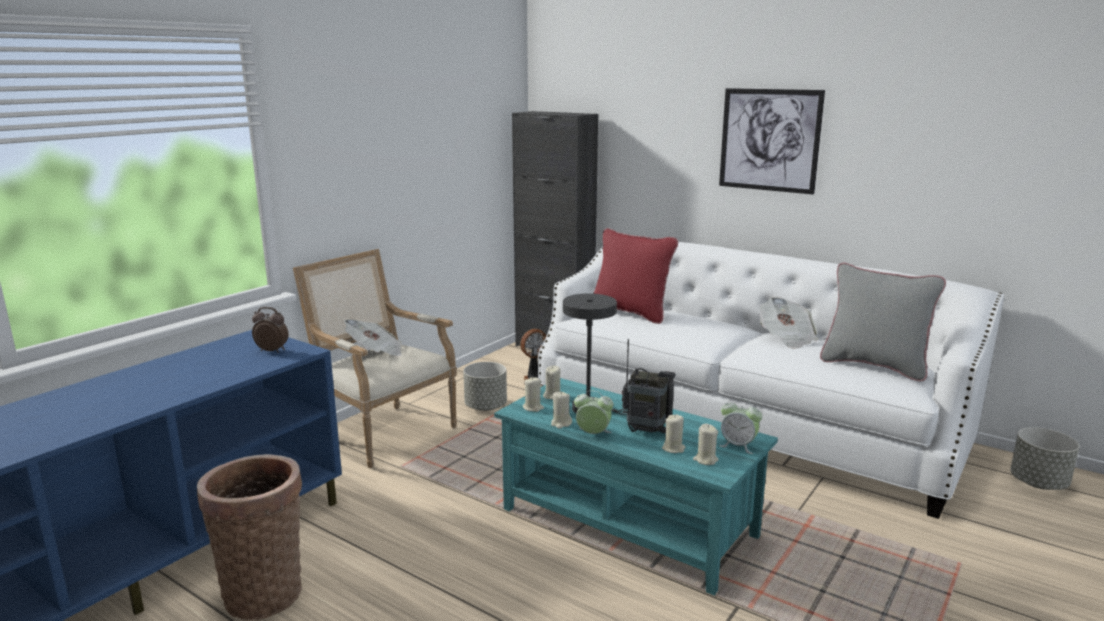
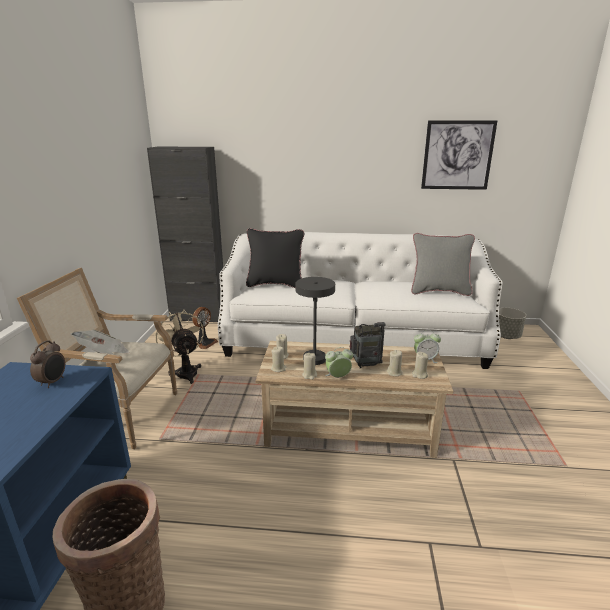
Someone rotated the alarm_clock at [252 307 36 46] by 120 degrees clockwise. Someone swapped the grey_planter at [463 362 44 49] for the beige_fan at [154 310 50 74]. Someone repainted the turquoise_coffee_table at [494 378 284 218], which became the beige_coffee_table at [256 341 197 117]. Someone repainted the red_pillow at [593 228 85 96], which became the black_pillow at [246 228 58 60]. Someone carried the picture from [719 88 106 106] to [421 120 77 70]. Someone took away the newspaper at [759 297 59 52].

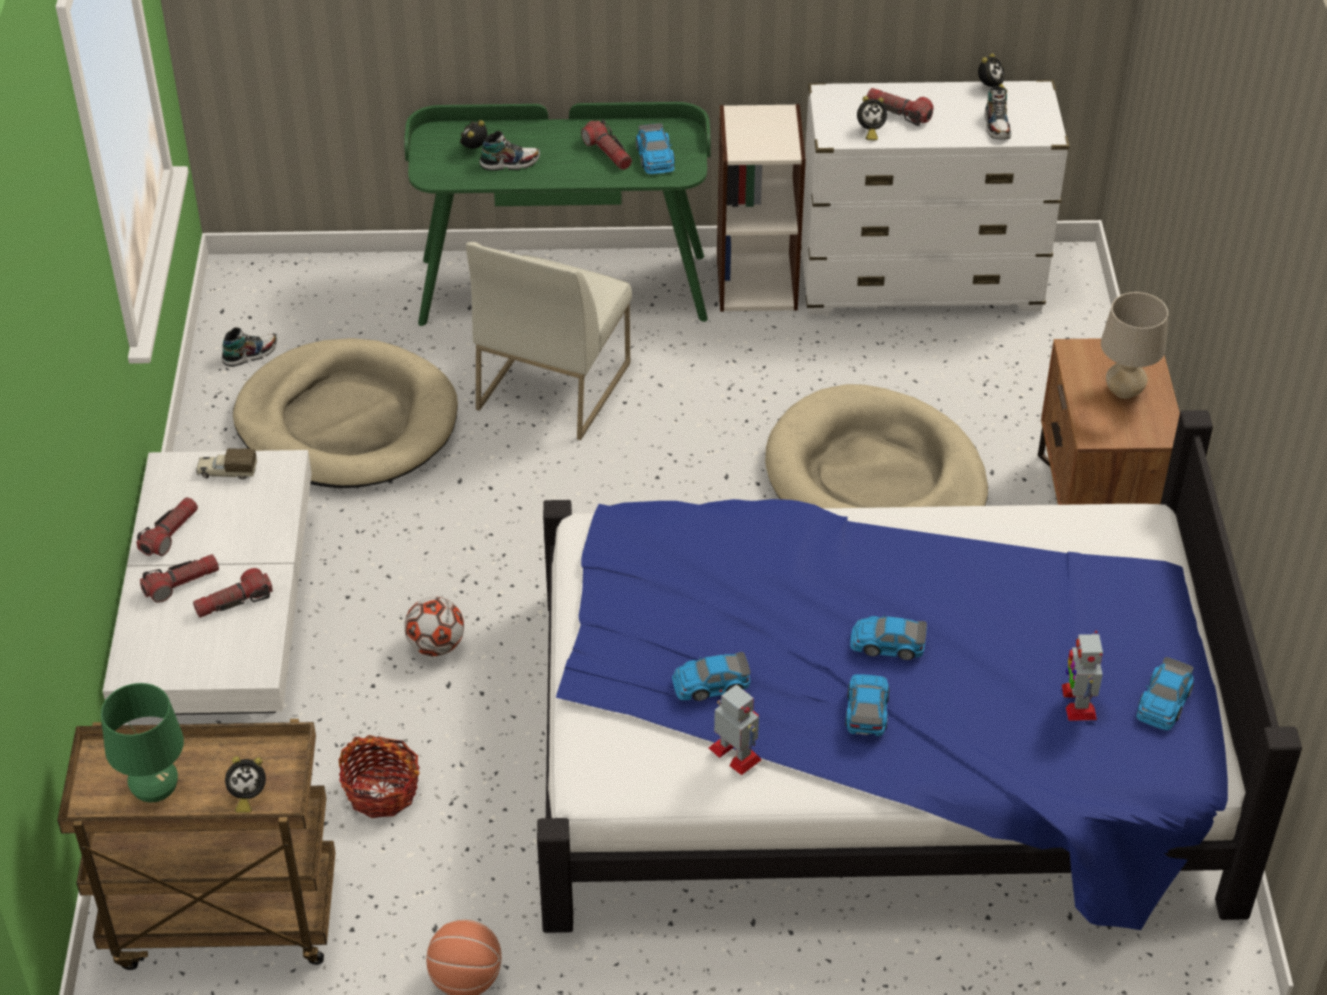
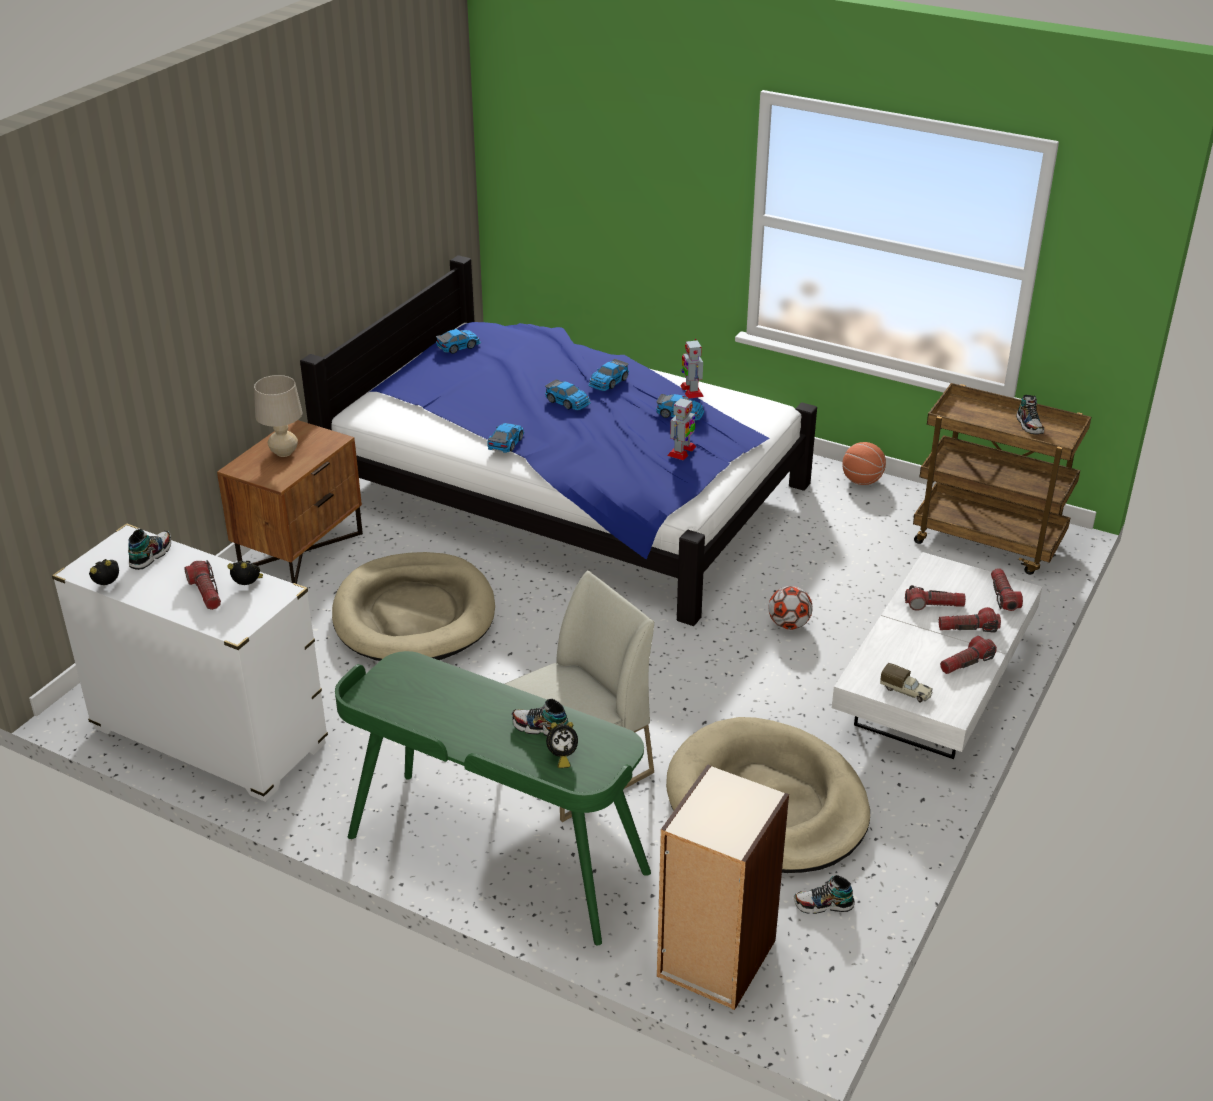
Someone swapped the green_table_lamp at [101 683 83 119] for the shoe at [1016 395 28 39]. Someone took away the alarm_clock at [225 756 41 57]. Someone took away the basket at [339 735 81 83]. Someone carried the flashlight from [581 119 51 51] to [991 568 32 43]. Someone carried the toy_car from [636 123 39 51] to [487 423 37 30]. Someone carried the bookcase from [717 104 89 208] to [657 764 132 246]. Someone carried the toy_robot from [1062 631 41 90] to [667 396 29 64].

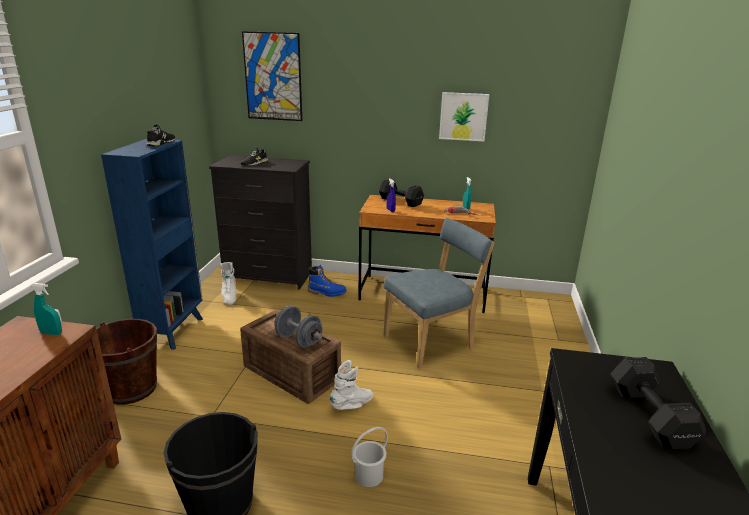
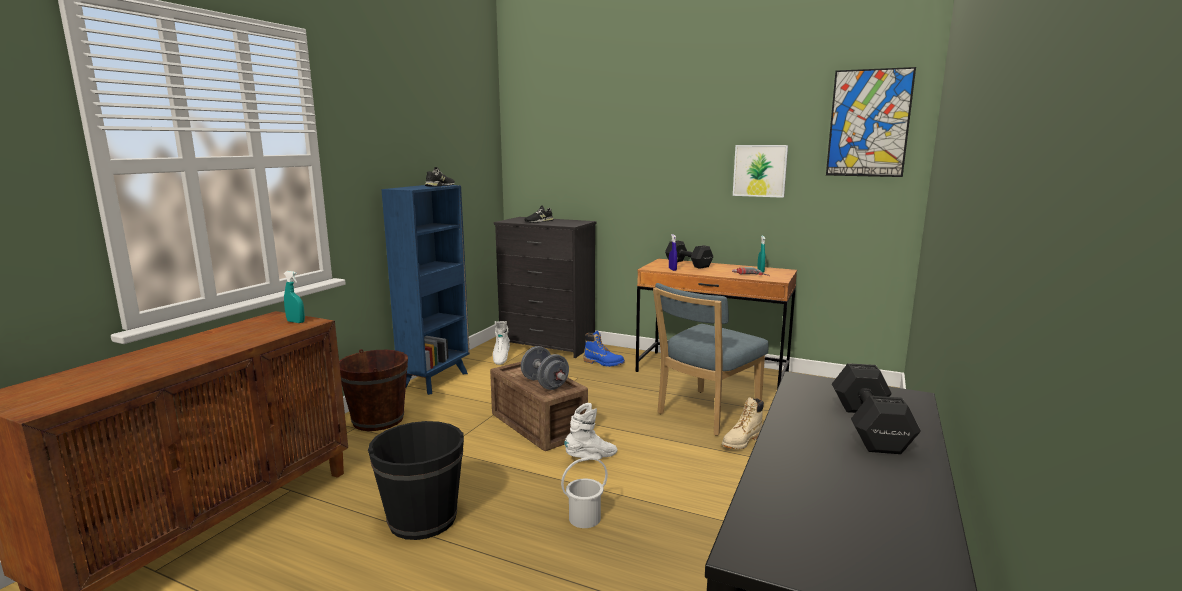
Someone carried the picture from [242 31 60 90] to [826 67 90 110]. Someone rotated the blue_chair at [384 218 110 150] by 150 degrees clockwise. Someone put down the beige_boot at [722 398 42 51].

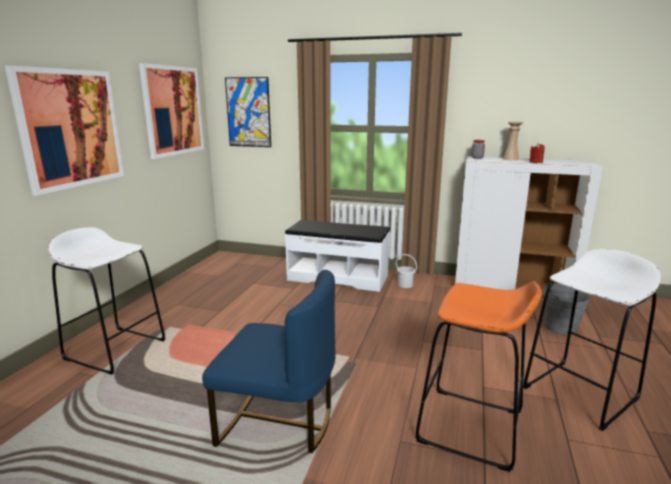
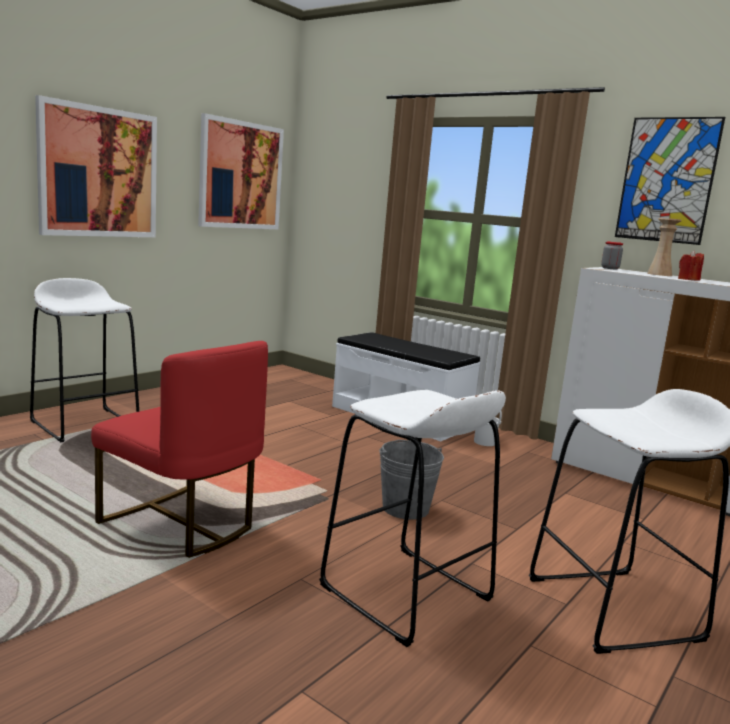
Someone repainted the blue_chair at [202 270 134 183], which became the red_chair at [91 341 177 217]. Someone carried the picture from [225 77 46 70] to [615 117 110 128]. Someone repainted the orange_stool at [415 281 127 191], which became the white_stool at [319 390 187 257]. Someone carried the grey_bucket from [544 284 46 51] to [379 440 65 80].

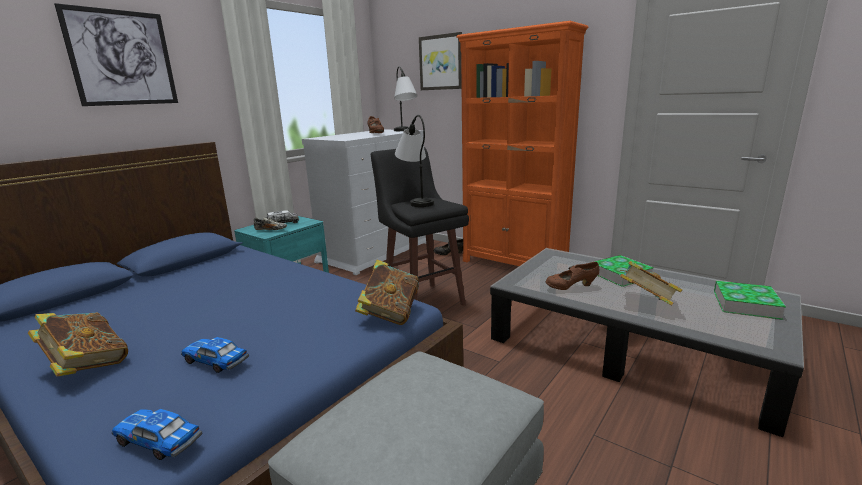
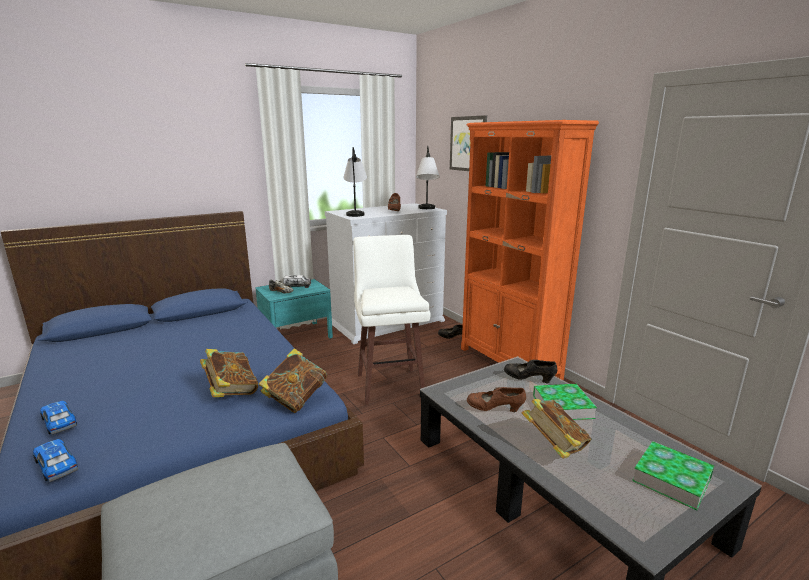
Someone carried the book from [28 313 100 64] to [200 349 58 48]. Someone took away the picture at [54 3 124 103]. Someone carried the toy_car from [181 337 68 36] to [40 400 37 35]. Someone repainted the black_stool at [371 147 98 159], which became the white_stool at [353 235 78 170]. Someone carried the table_lamp from [395 115 39 92] to [343 147 24 70]. Someone put down the black_shoe at [504 360 53 23].

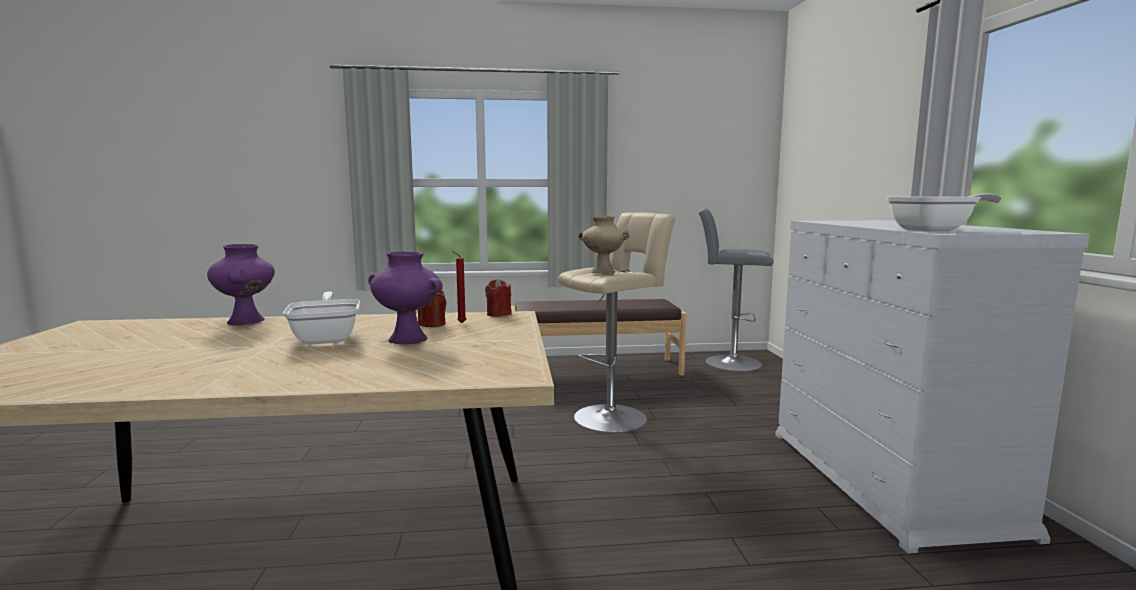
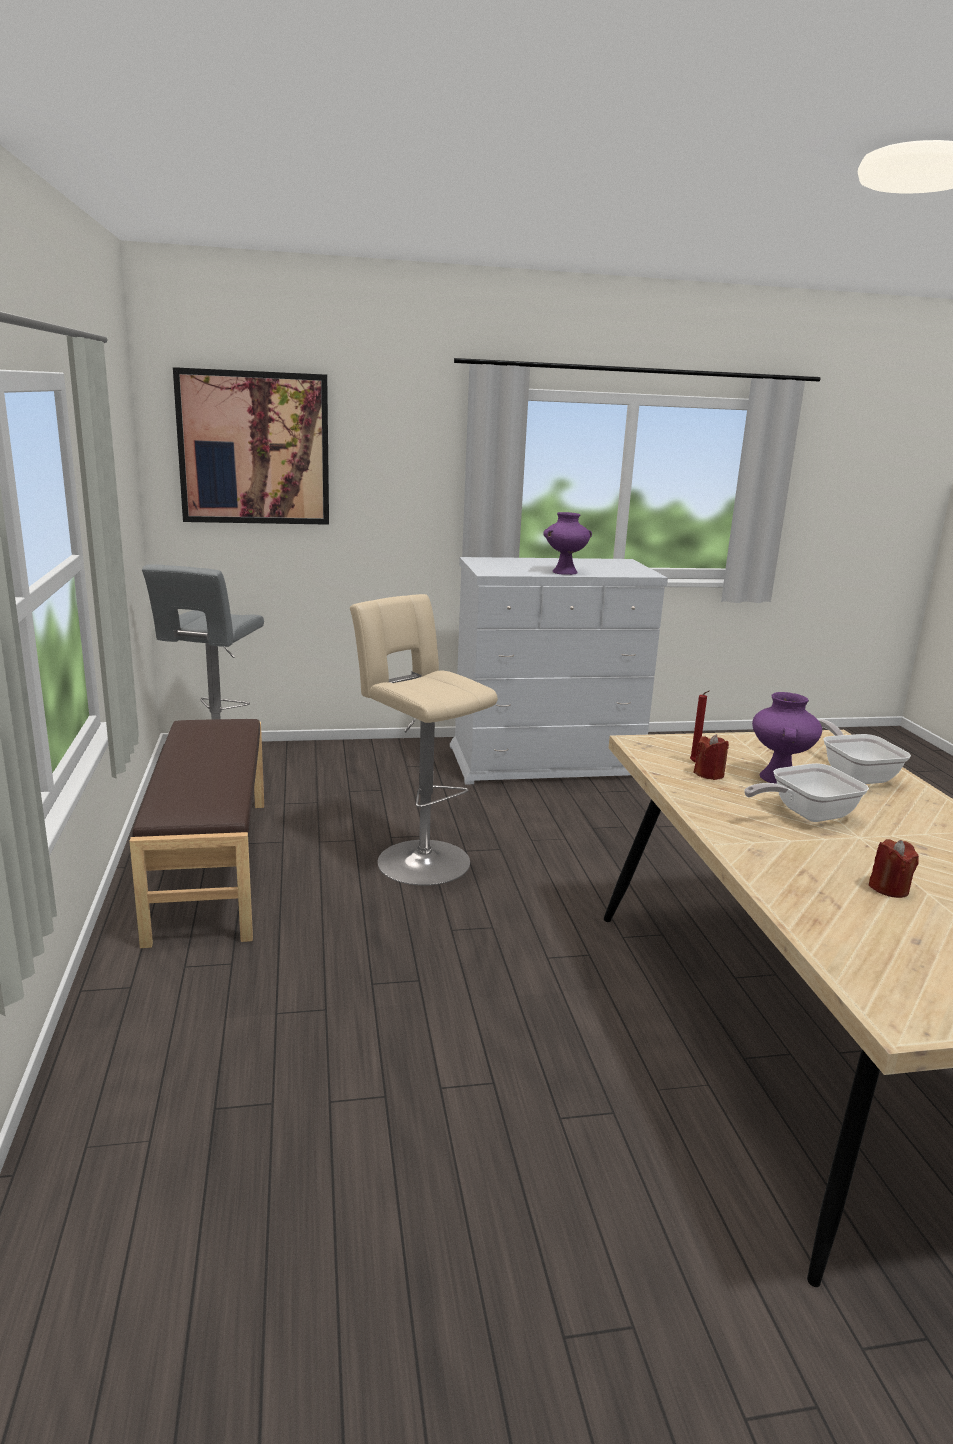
Someone carried the purple_vase from [207 244 68 81] to [543 512 49 63]. Someone carried the red_candle from [485 279 27 38] to [869 839 50 59]. Someone took away the beige_vase at [578 216 52 58]. Someone carried the frying_pan from [886 194 116 37] to [818 719 93 65]. Someone put up the picture at [173 367 156 158].

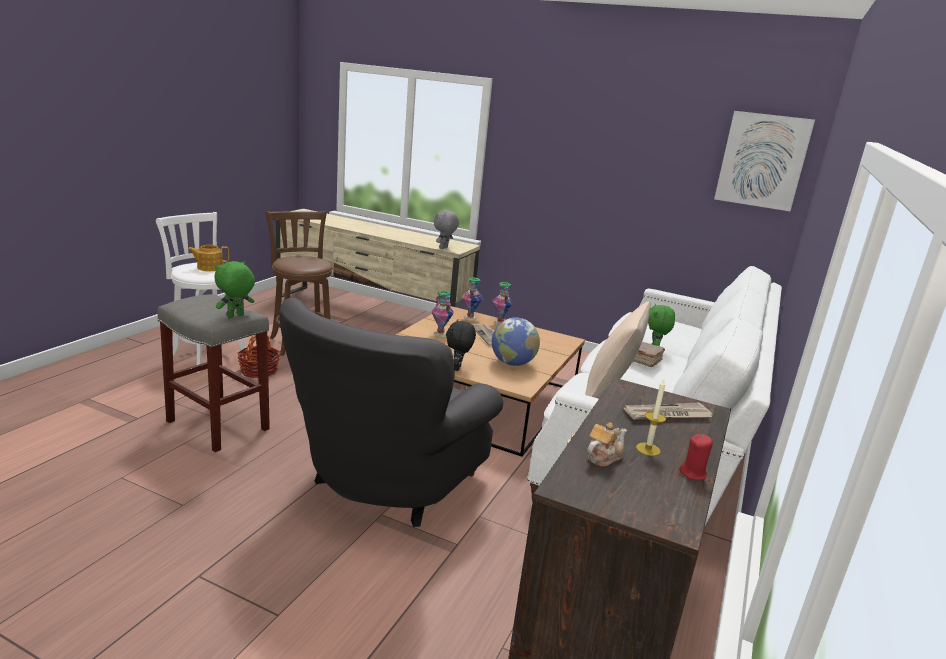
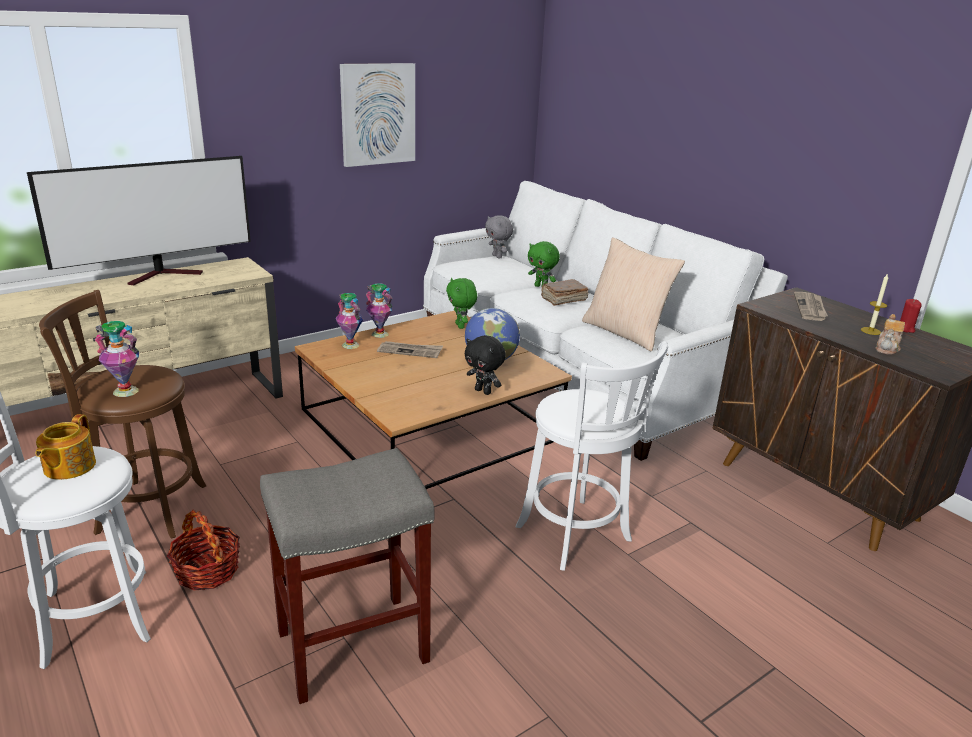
Someone carried the green_plush_toy from [214 261 41 57] to [446 278 31 51]. Someone swapped the grey_armchair at [279 297 224 230] for the white_stool at [516 341 152 230]. Someone carried the vase from [431 291 23 46] to [95 321 44 76]. Someone carried the grey_plush_toy from [434 210 25 39] to [485 215 28 44]. Someone rotated the teapot at [587 422 40 44] by 135 degrees counterclockwise. Someone carried the picture from [714 111 101 100] to [340 63 75 104]. Someone put down the television at [27 156 224 129].

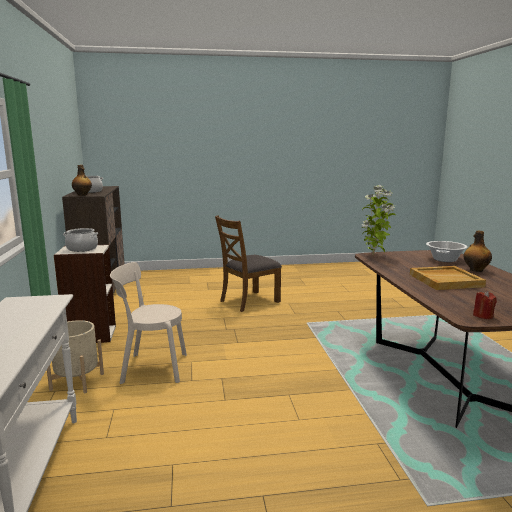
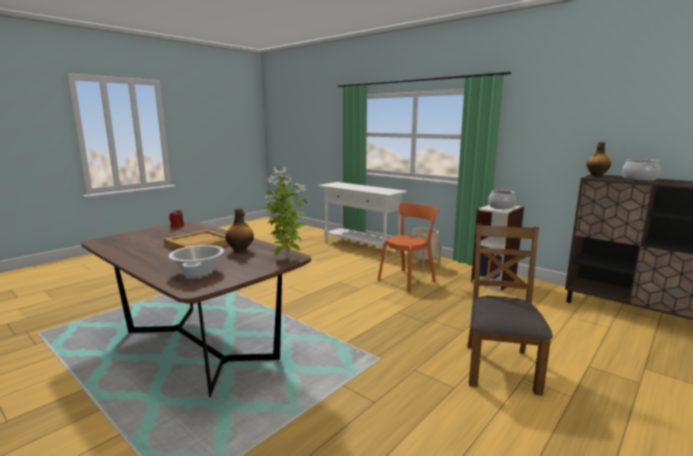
Someone repainted the beige_chair at [110 262 77 122], which became the orange_chair at [378 203 61 89]. Someone carried the bottle from [464 230 28 42] to [225 208 29 45].

